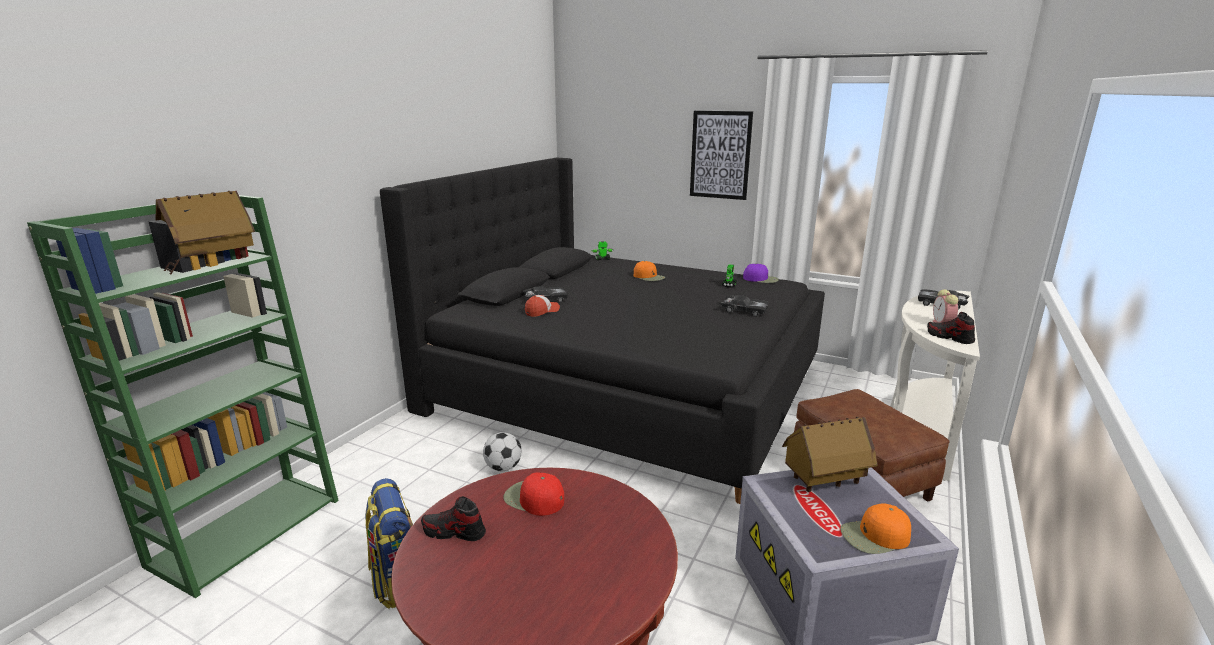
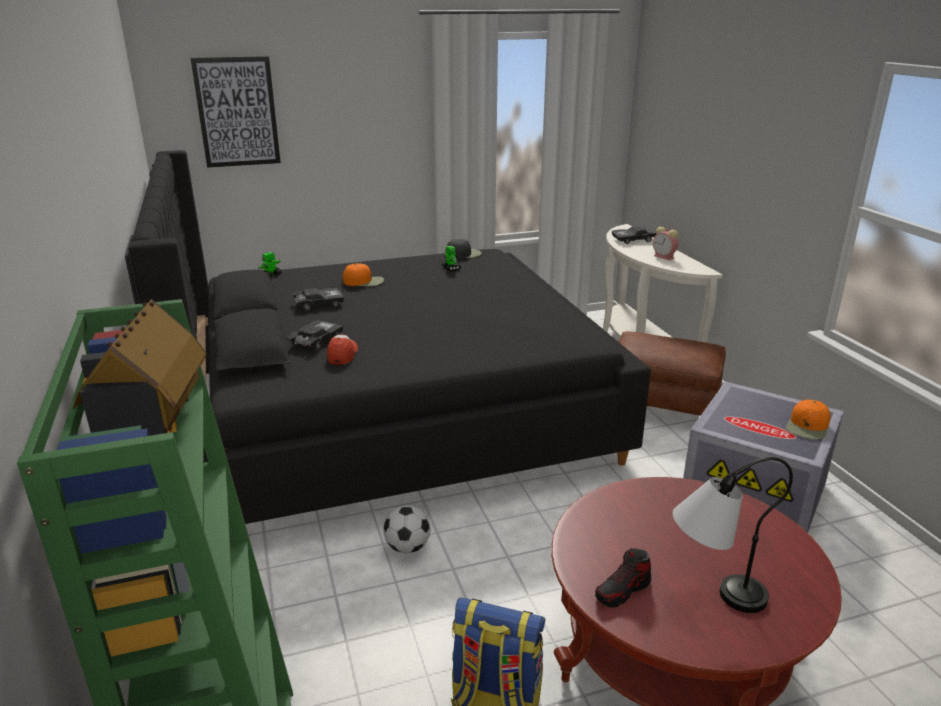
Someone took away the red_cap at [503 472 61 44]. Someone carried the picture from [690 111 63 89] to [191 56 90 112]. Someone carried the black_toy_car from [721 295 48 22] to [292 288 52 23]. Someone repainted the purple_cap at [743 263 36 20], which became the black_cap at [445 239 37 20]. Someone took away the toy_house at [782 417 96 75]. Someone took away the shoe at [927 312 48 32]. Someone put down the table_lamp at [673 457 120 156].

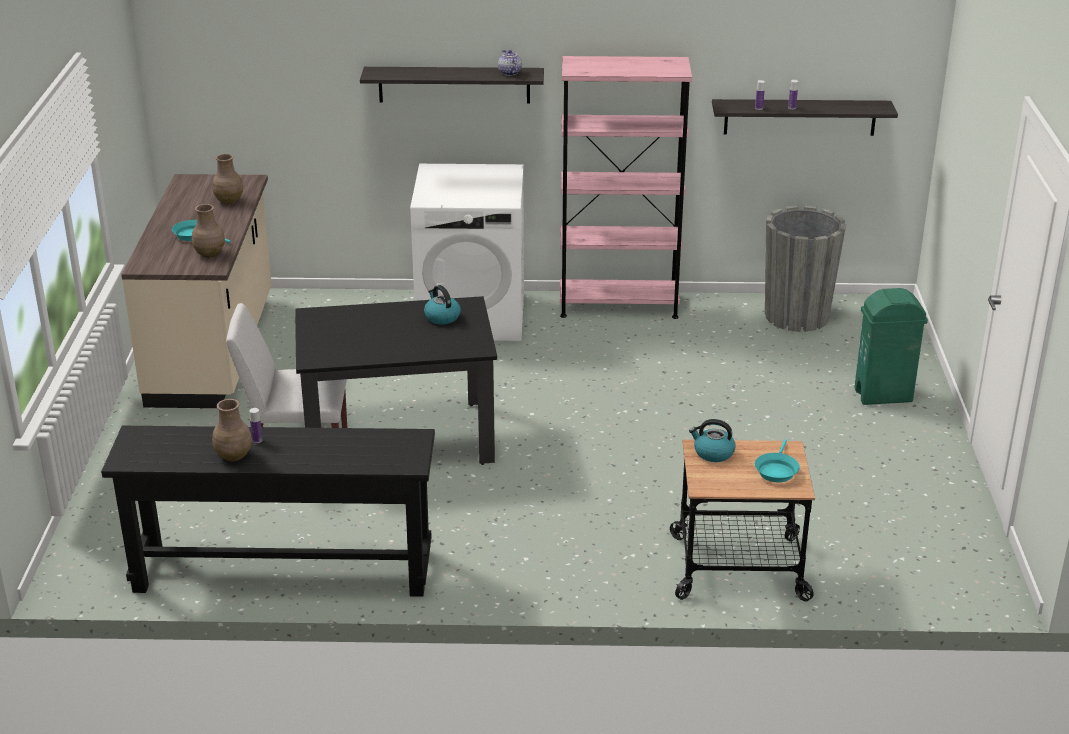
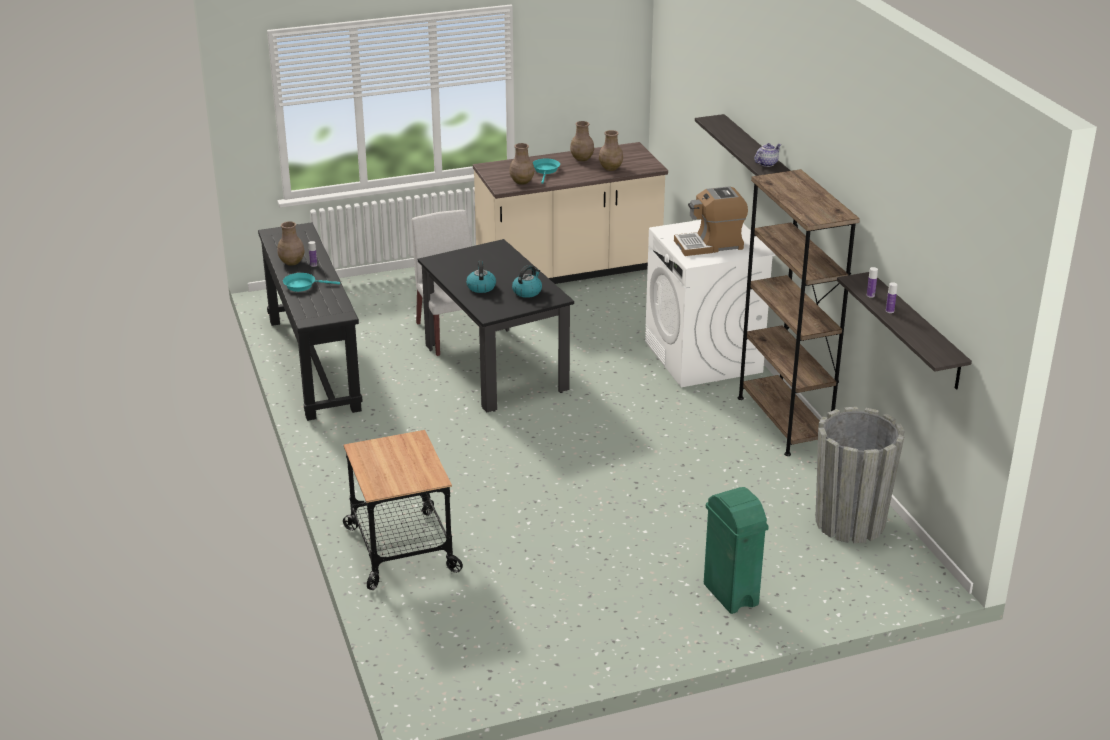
Someone repainted the pink_bookcase at [560 56 132 263], which became the brown_bookcase at [737 169 123 287]. Someone carried the kettle from [689 419 47 43] to [466 261 30 32]. Someone carried the turquoise_frying_pan from [755 439 45 43] to [283 273 57 19]. Someone put down the brown_vase at [570 121 24 40]. Someone put down the coffee_machine at [674 186 74 70].

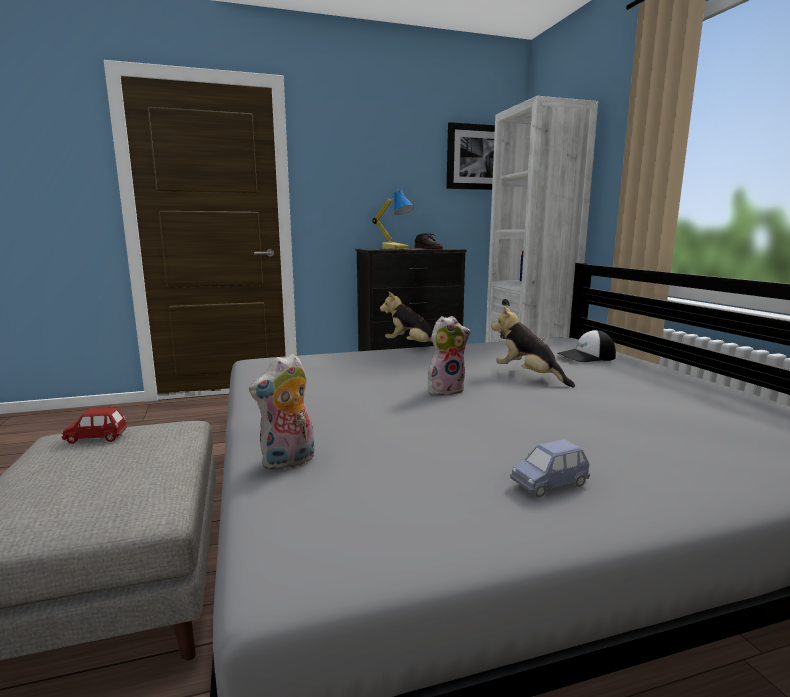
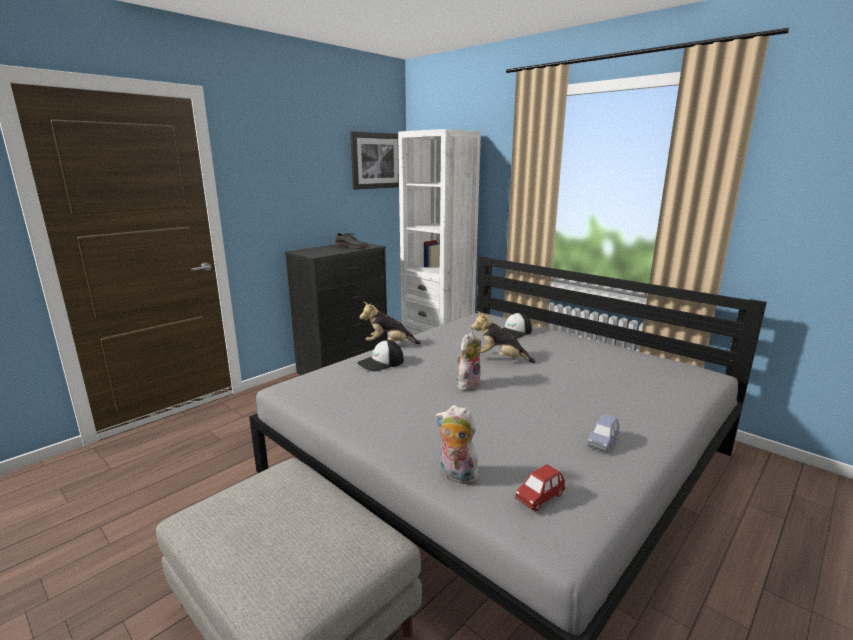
Someone carried the red_toy_car from [61 408 67 36] to [515 464 50 47]. Someone rotated the plush_toy at [249 353 66 118] by 105 degrees clockwise. Someone took away the table_lamp at [372 189 42 60]. Someone put down the cap at [357 340 47 32].

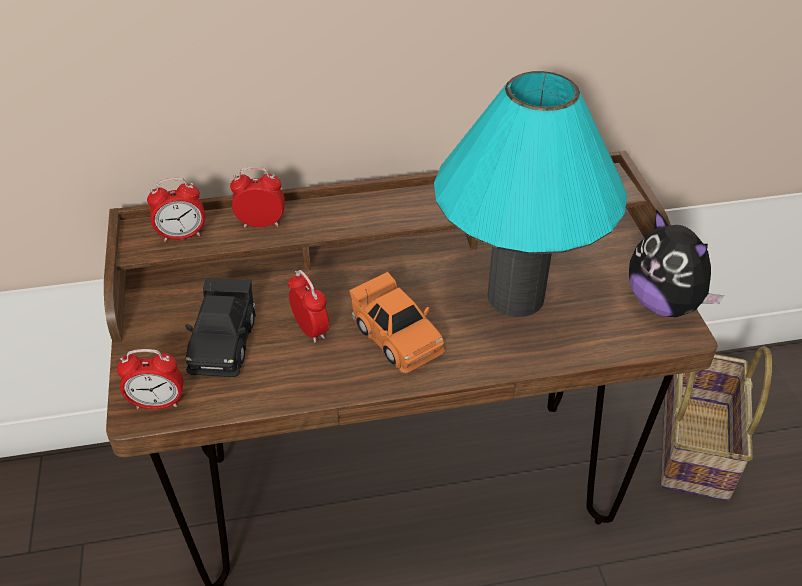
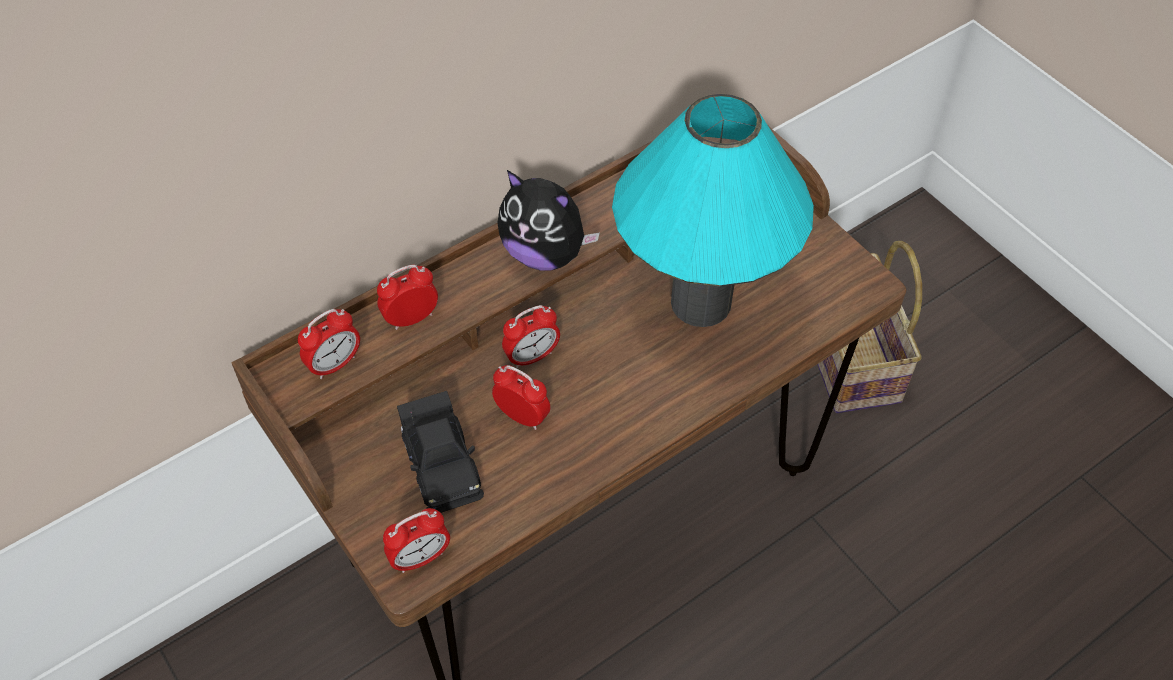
Someone took away the orange_toy_car at [349 272 96 102]. Someone carried the plush_toy from [629 209 95 108] to [498 170 102 100]. Someone put down the alarm_clock at [502 305 58 64].

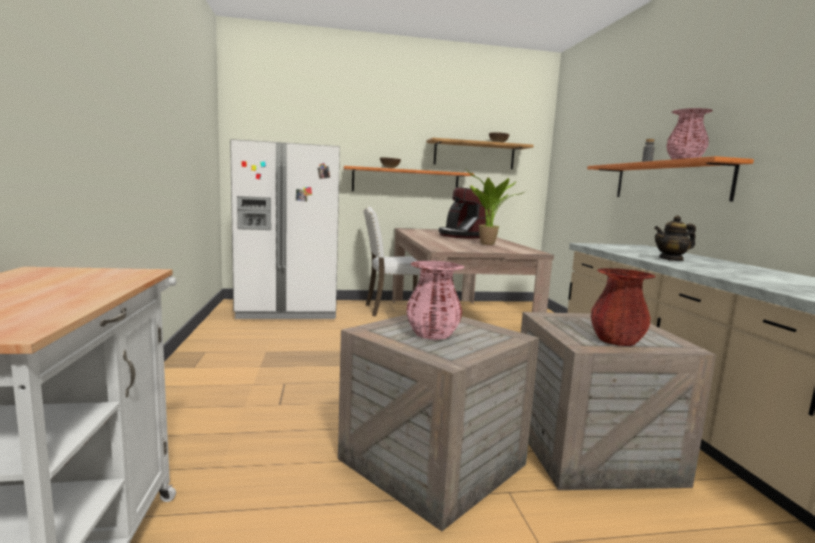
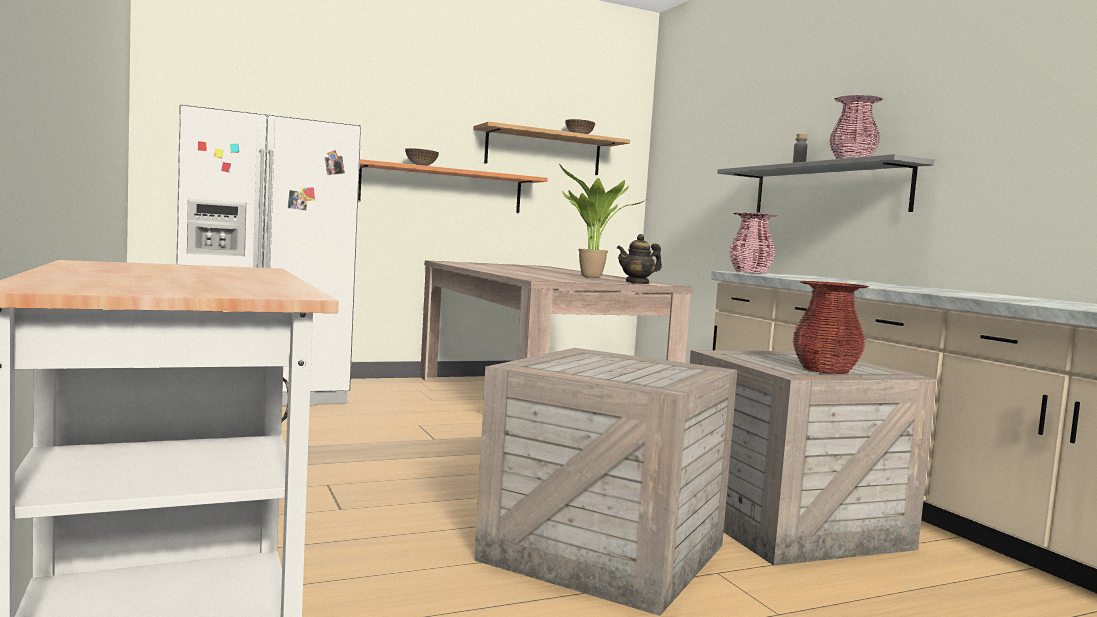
Someone took away the white_chair at [363 207 57 109]. Someone carried the pink_vase from [406 261 58 79] to [729 213 49 60]. Someone took away the coffee_machine at [439 187 52 52]. Someone repainted the orange_shelf at [587 156 167 45], which became the grey_shelf at [717 154 217 59]. Someone carried the teapot from [654 215 42 46] to [617 234 45 50].

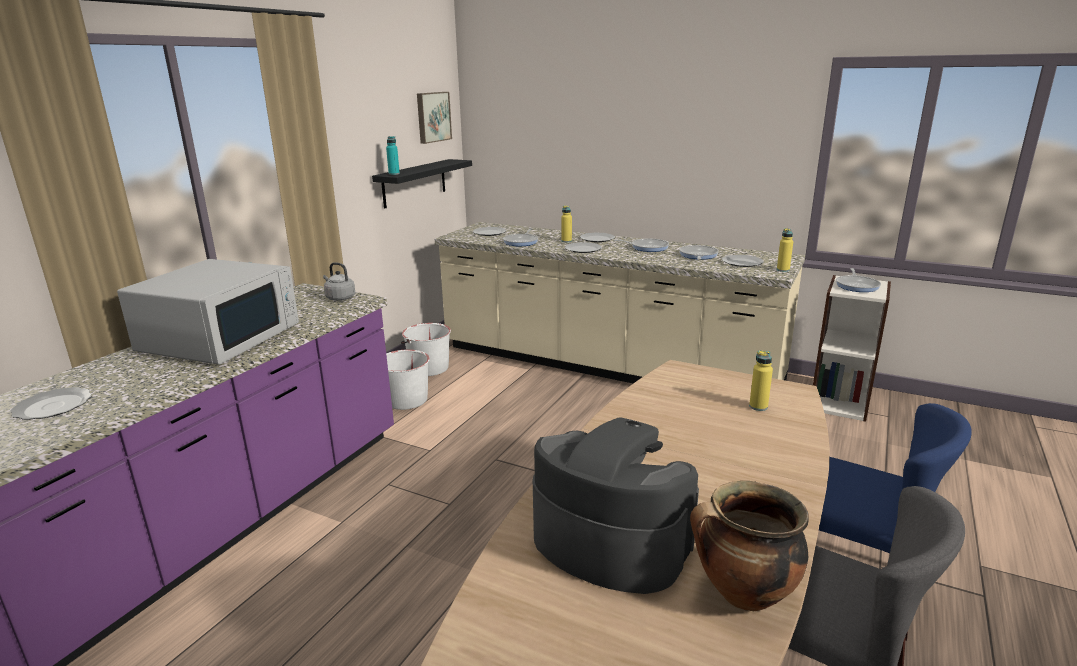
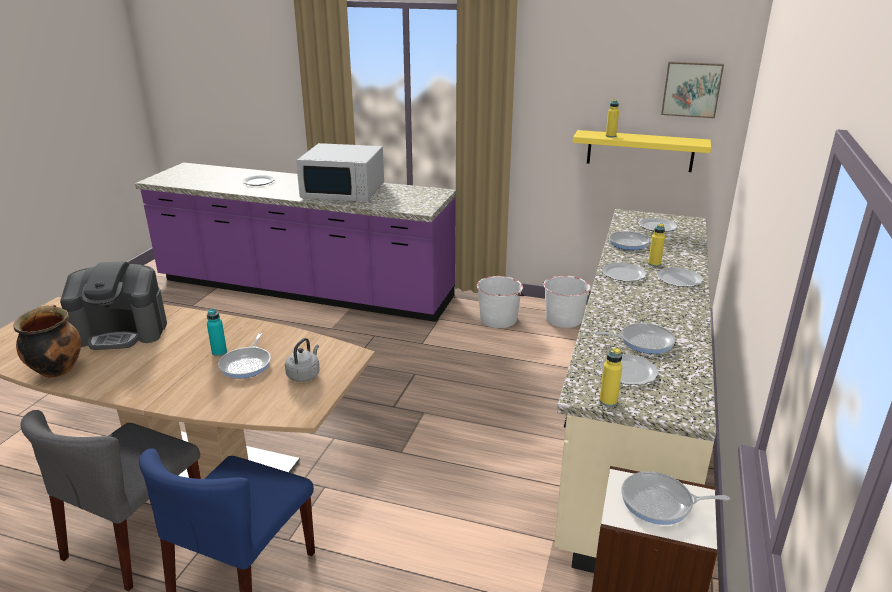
Someone carried the grey_kettle from [323 262 32 39] to [285 338 35 44]. Someone repainted the black_shelf at [372 159 100 50], which became the yellow_shelf at [573 130 138 42]. Someone carried the turquoise_bottle from [386 136 14 39] to [207 308 20 49]. Someone rotated the coffee_machine at [533 418 166 176] by 60 degrees clockwise. Someone carried the frying_pan from [613 238 56 14] to [218 333 53 45]. Someone carried the yellow_bottle from [749 351 24 60] to [606 99 13 38].

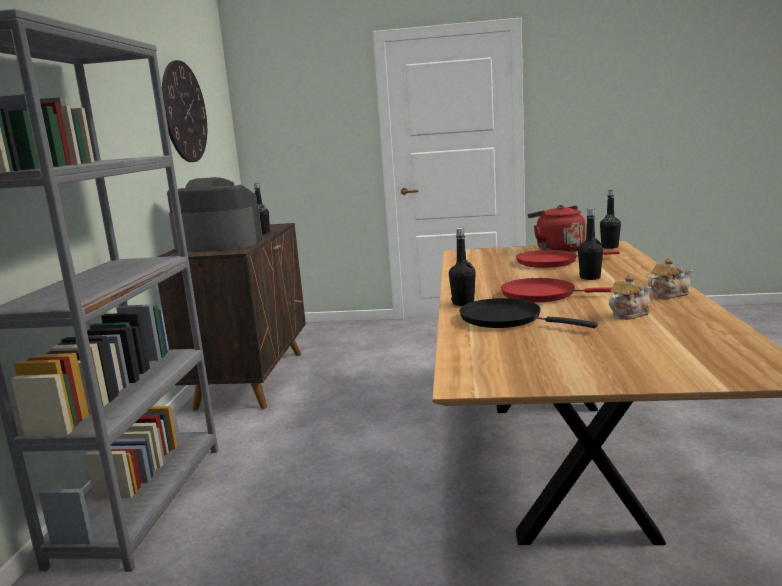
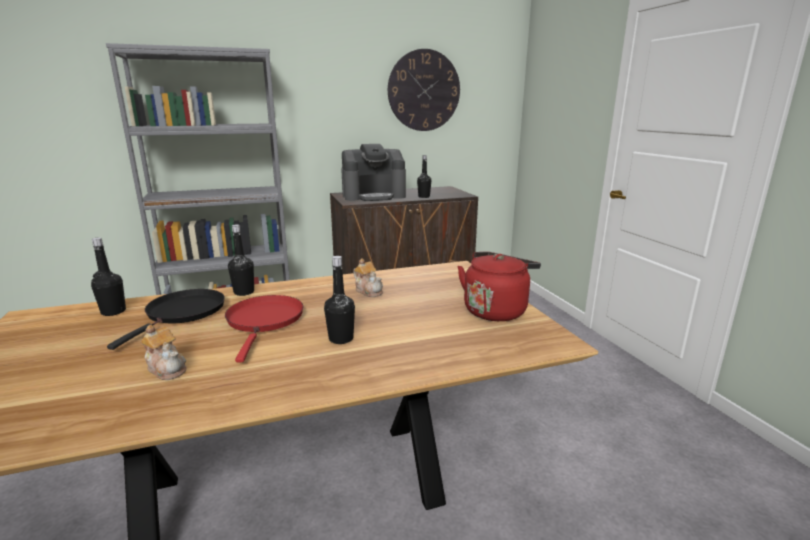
Someone rotated the coffee_machine at [167 177 96 75] by 90 degrees clockwise. Someone took away the red_frying_pan at [516 250 104 18]. Someone carried the black_bottle from [600 190 21 59] to [91 237 35 79]. Someone carried the teapot from [648 258 44 41] to [353 258 30 39].

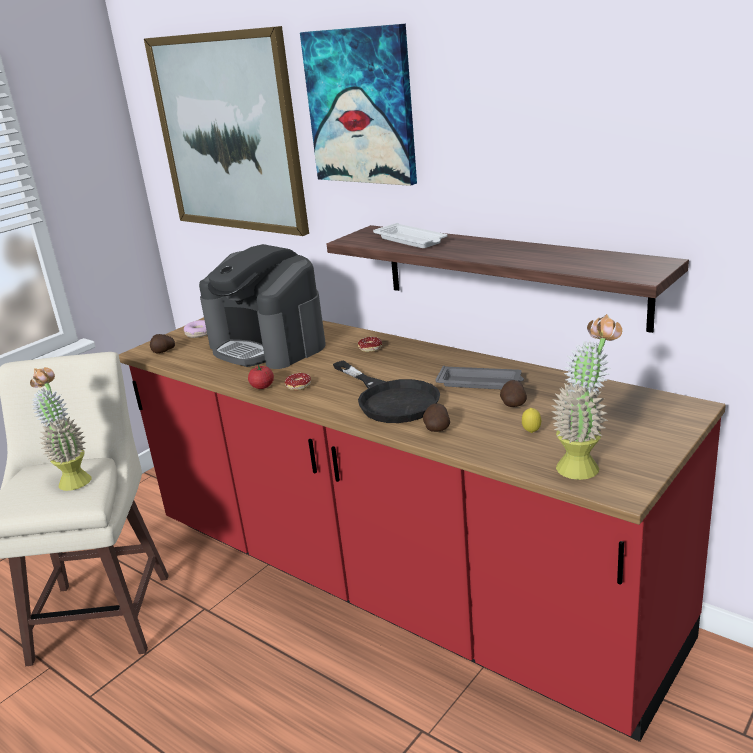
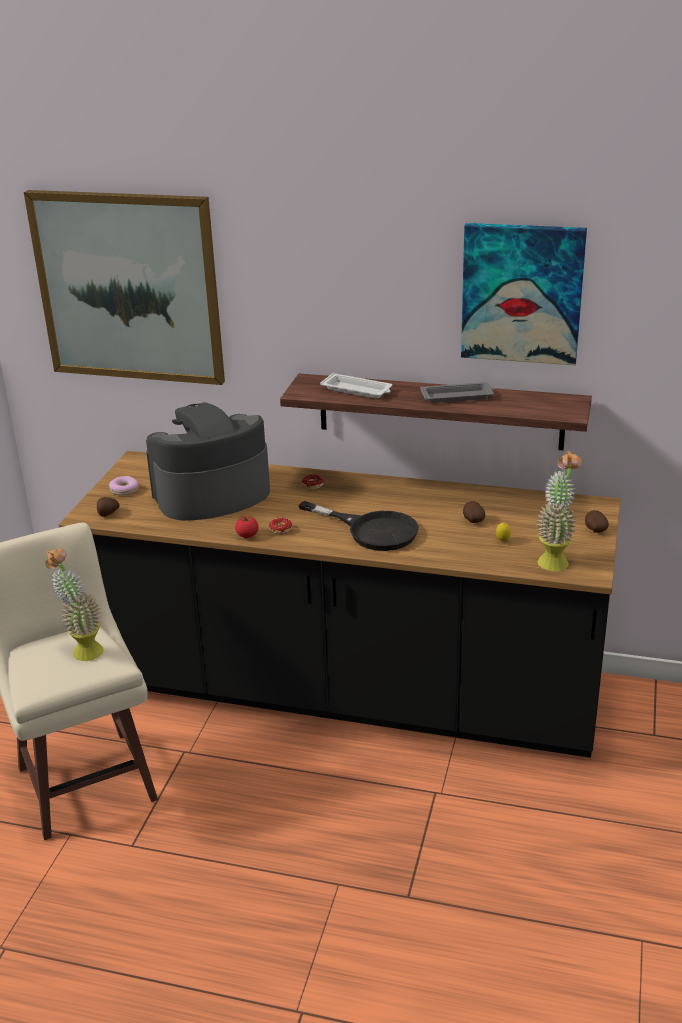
Someone repainted the red_counter at [119 317 607 425], which became the black_counter at [59 451 562 307]. Someone rotated the coffee_machine at [199 244 127 125] by 135 degrees clockwise. Someone carried the picture from [300 24 117 162] to [461 223 126 142]. Someone carried the potato from [423 403 27 29] to [585 510 24 23]. Someone carried the grey_tray from [435 366 89 23] to [420 382 75 21].

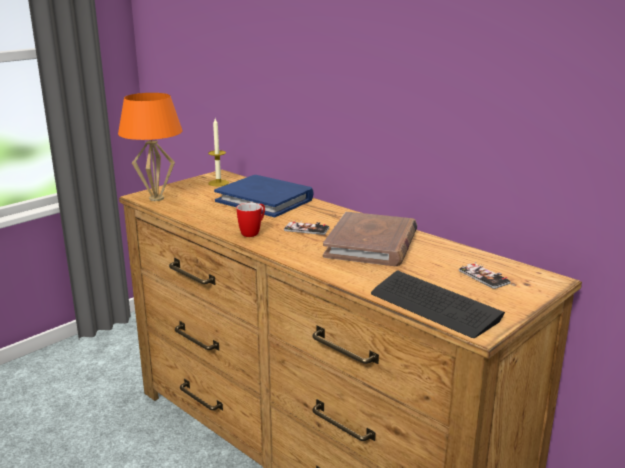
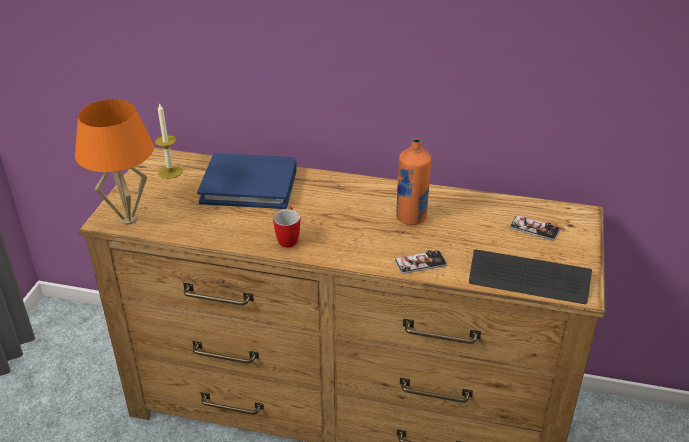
Someone carried the phone from [284 220 45 15] to [395 250 52 24]. Someone swapped the brown_book at [323 212 94 54] for the orange_bottle at [396 138 35 87].

